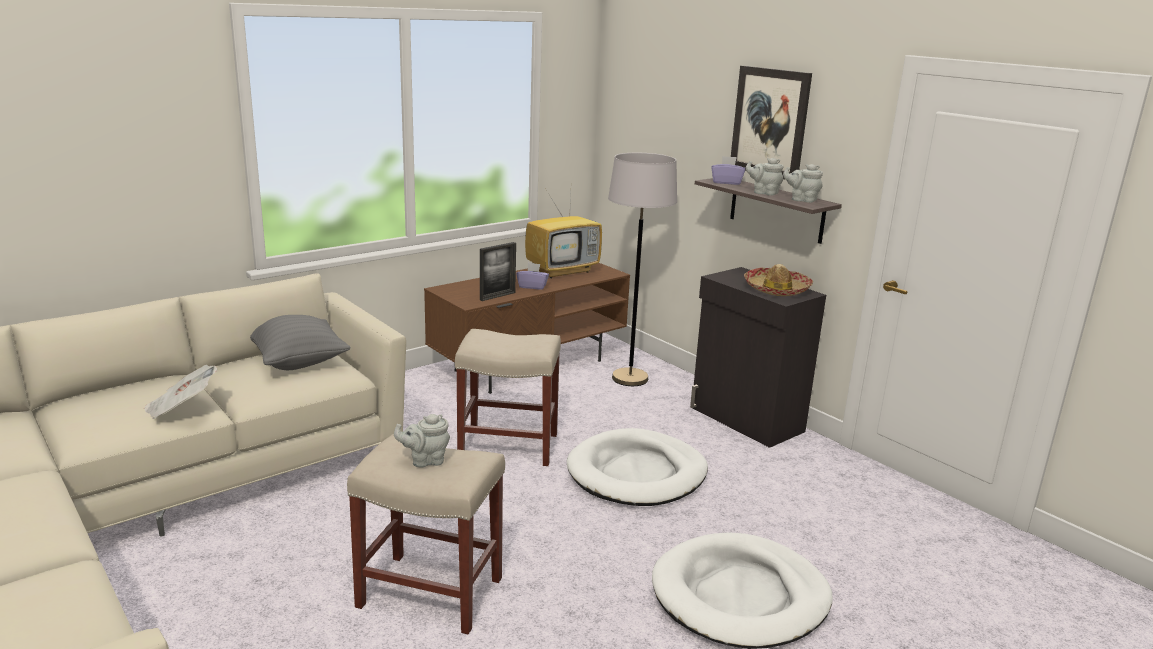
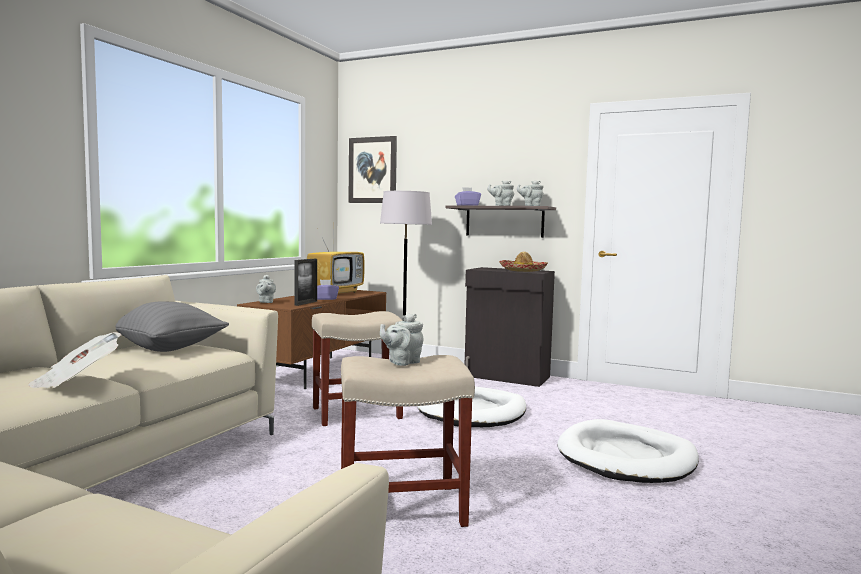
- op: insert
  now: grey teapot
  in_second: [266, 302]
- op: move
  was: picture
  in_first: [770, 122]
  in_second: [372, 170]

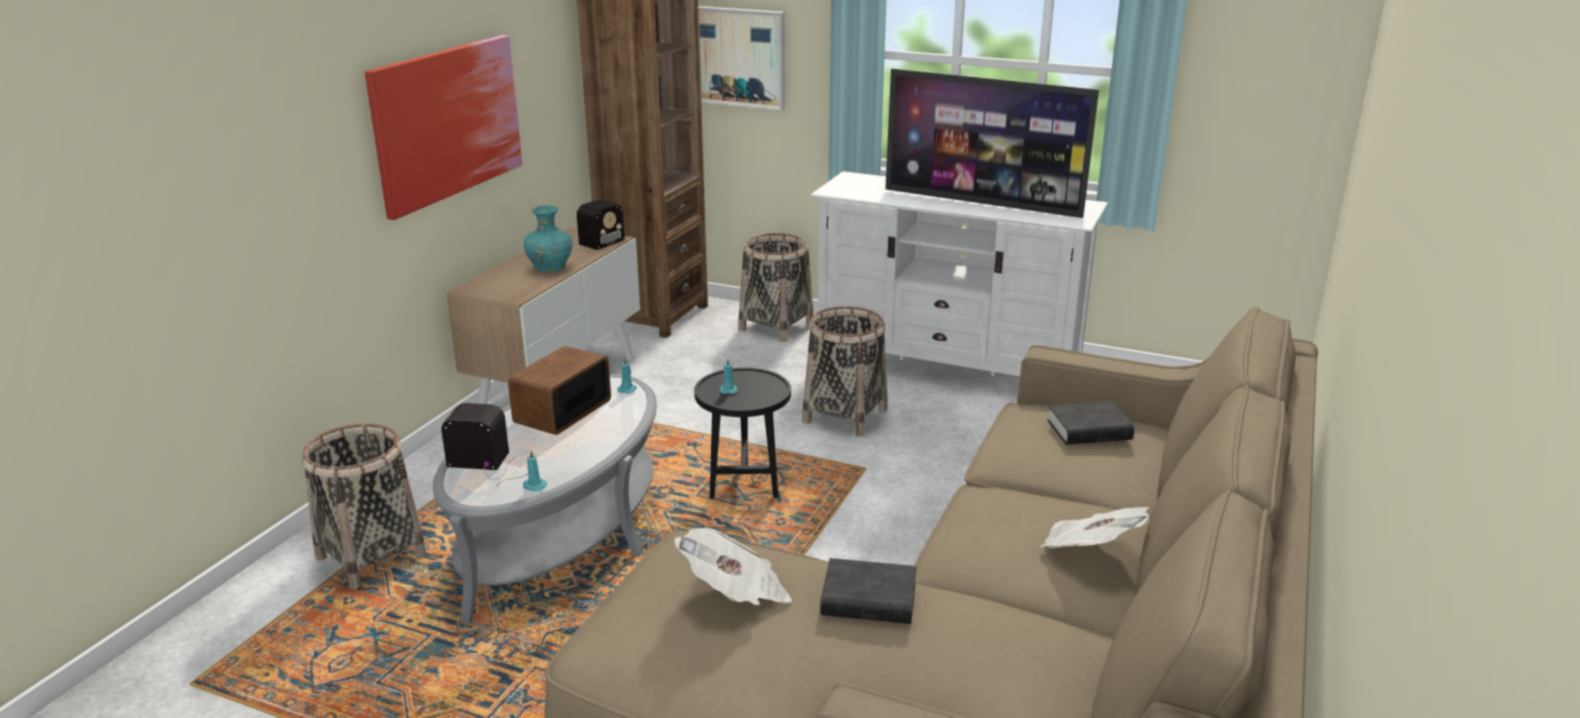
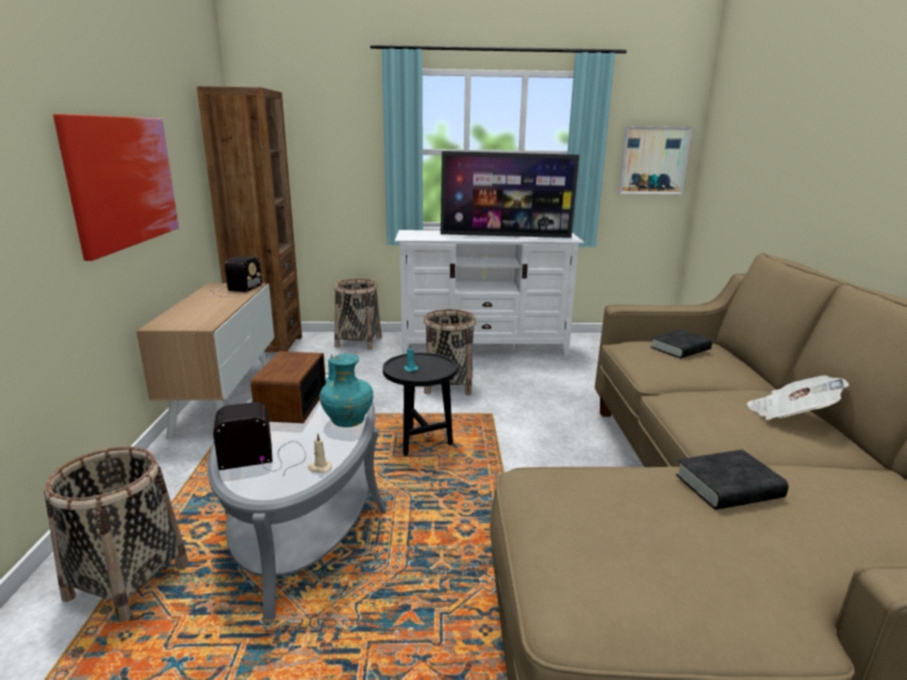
- op: delete
  was: newspaper
  in_first: [735, 593]
- op: move
  was: turquoise vase
  in_first: [550, 268]
  in_second: [347, 421]
- op: move
  was: picture
  in_first: [741, 57]
  in_second: [653, 160]
- op: recolor
  was: turquoise candle
  now: beige candle
  in_first: [534, 486]
  in_second: [319, 468]

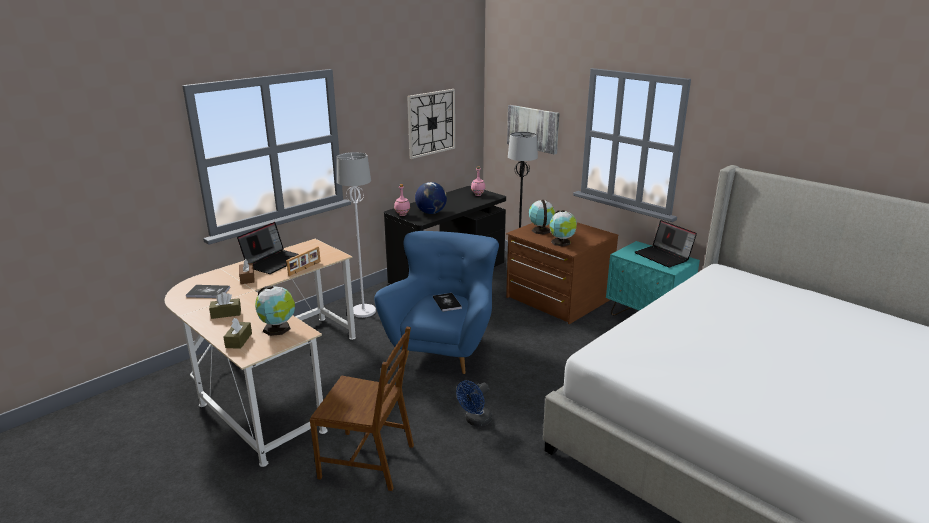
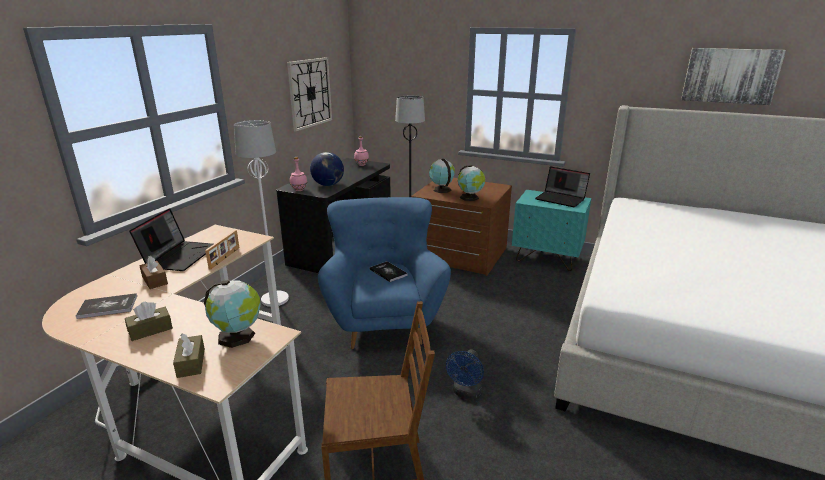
- op: move
  was: picture
  in_first: [533, 128]
  in_second: [730, 75]

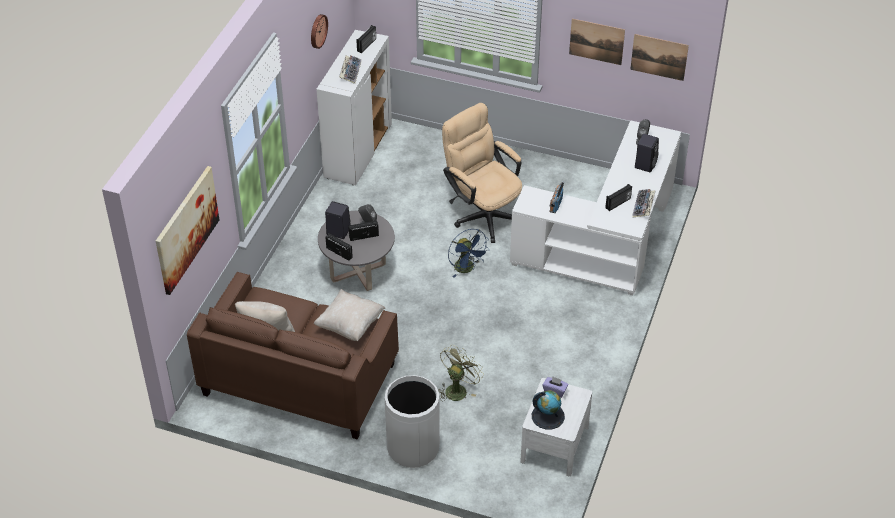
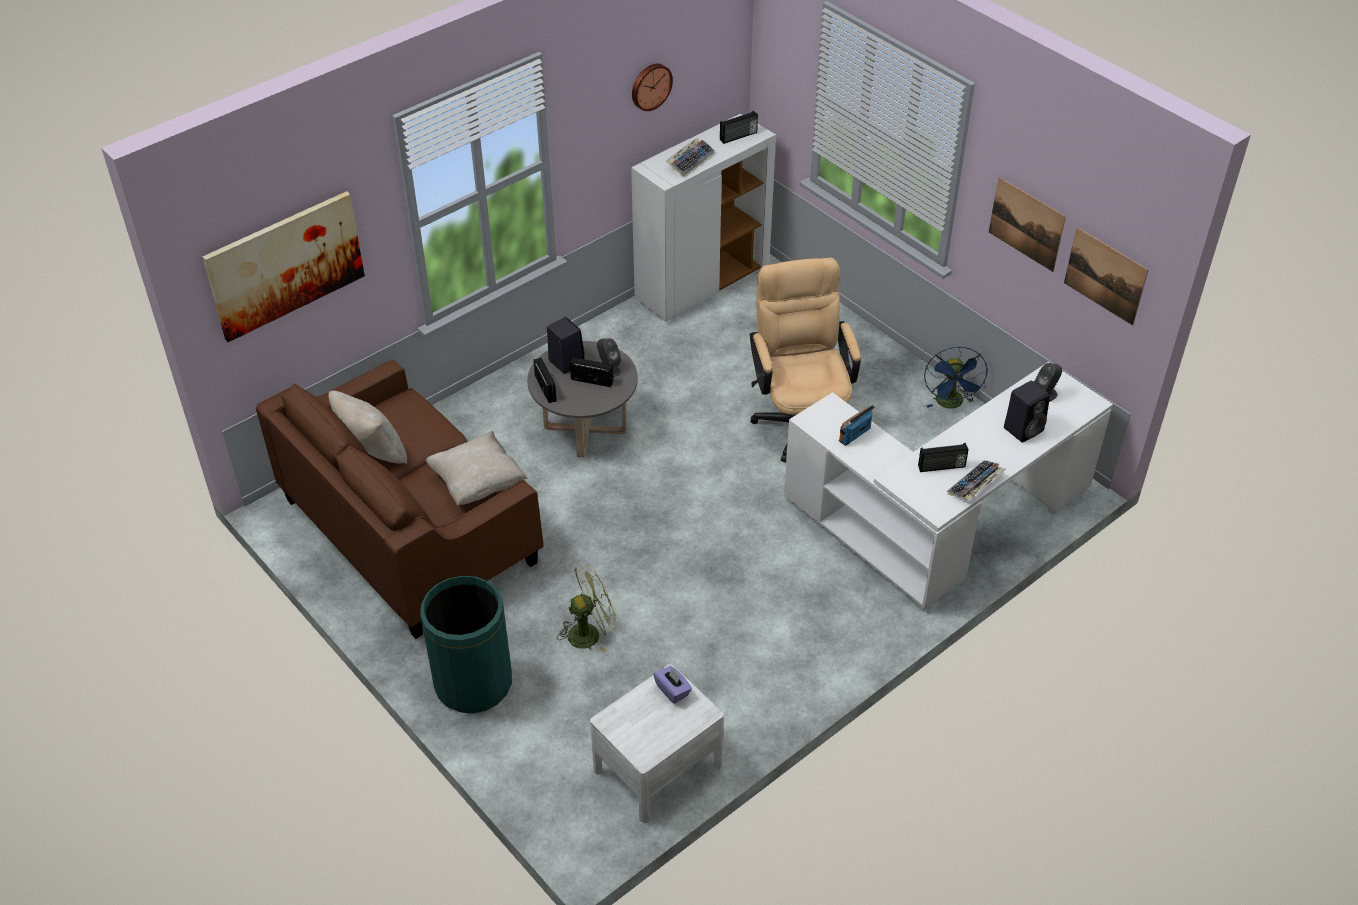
- op: delete
  was: globe
  in_first: [548, 416]
- op: move
  was: blue fan
  in_first: [467, 269]
  in_second: [951, 404]
- op: recolor
  was: white trash can
  now: green trash can
  in_first: [413, 448]
  in_second: [473, 683]

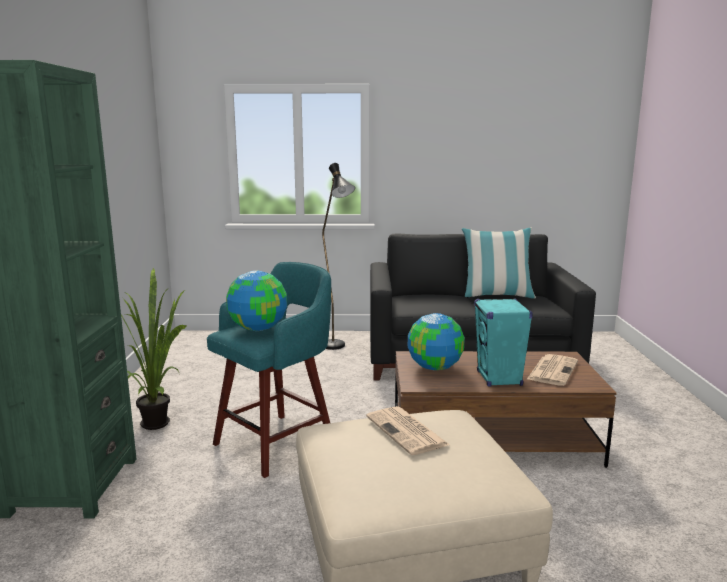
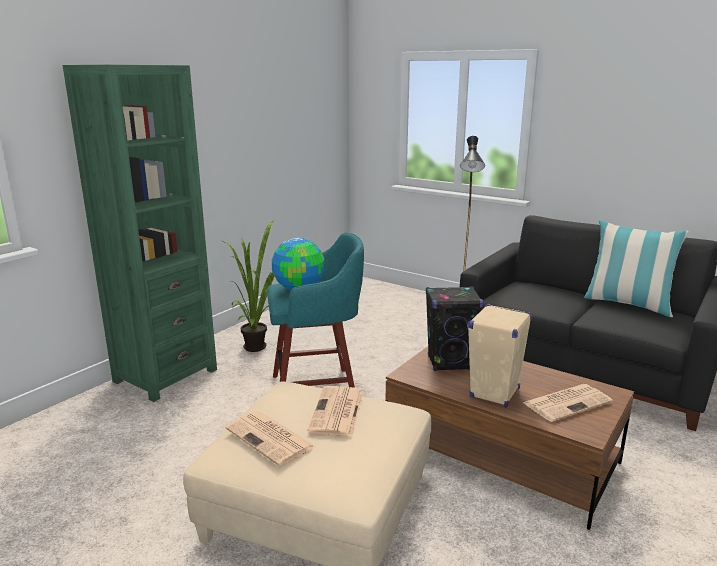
- op: insert
  now: newspaper
  in_second: [271, 438]
- op: replace
  was: globe
  now: black speaker
  in_first: [435, 367]
  in_second: [449, 363]
- op: recolor
  was: turquoise speaker
  now: beige speaker
  in_first: [499, 379]
  in_second: [494, 393]

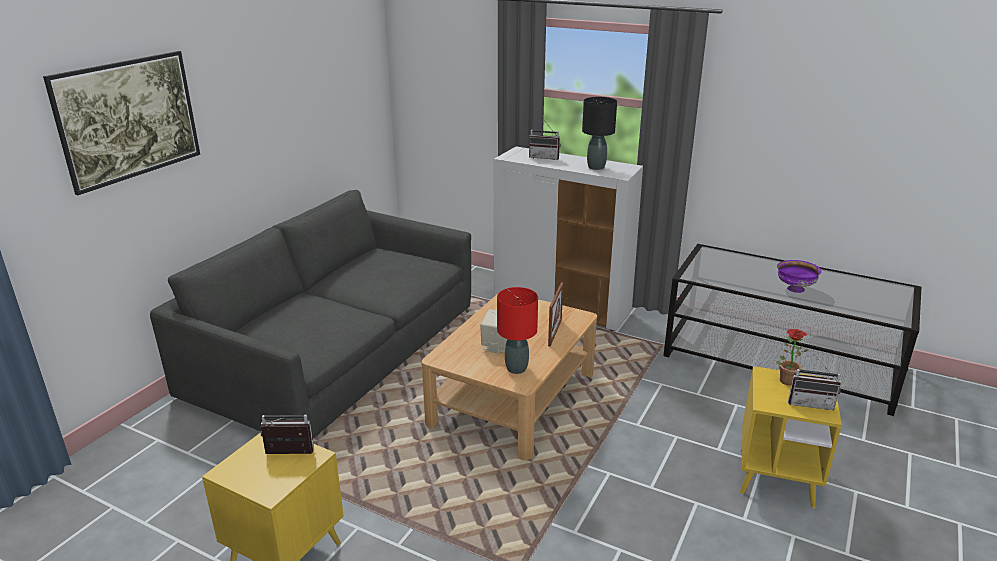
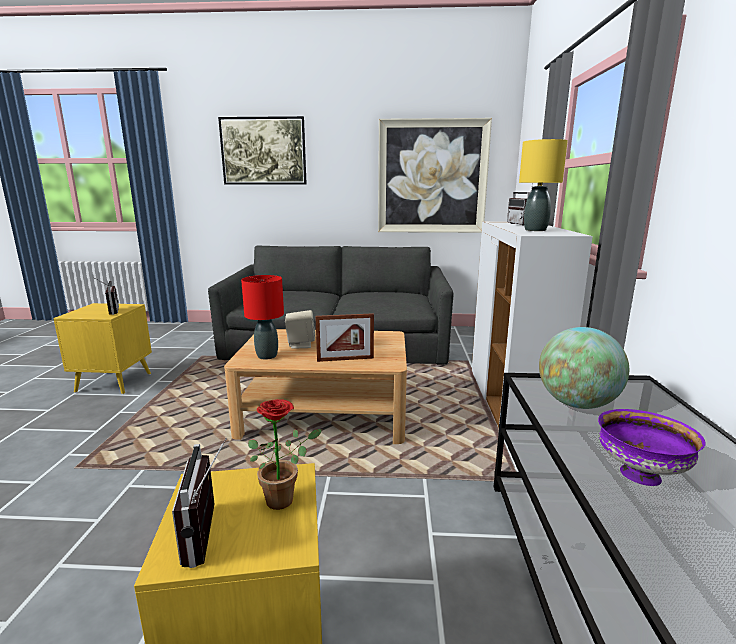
- op: insert
  now: picture
  in_second: [432, 177]
- op: insert
  now: globe
  in_second: [576, 404]
- op: recolor
  was: black table lamp
  now: yellow table lamp
  in_first: [596, 167]
  in_second: [535, 230]

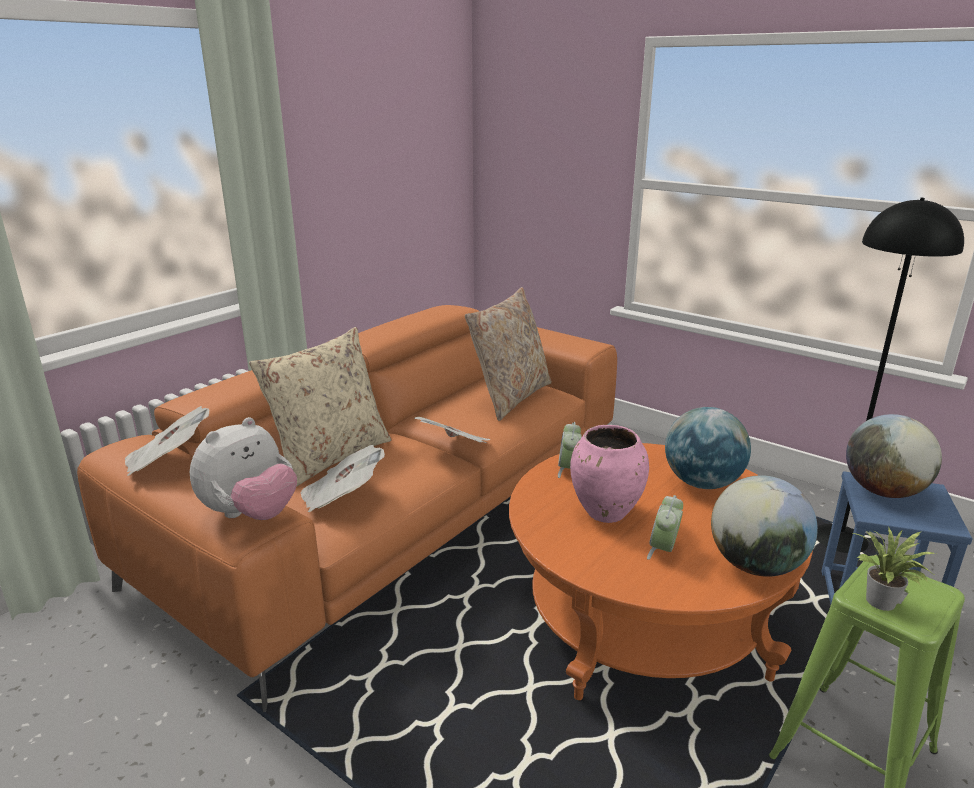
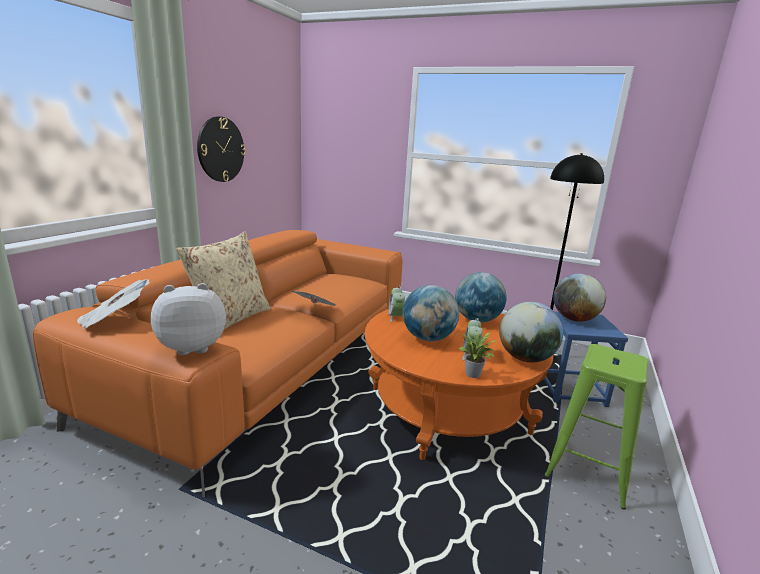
- op: delete
  was: newspaper
  in_first: [342, 497]
- op: delete
  was: beige pillow
  in_first: [510, 397]
- op: insert
  now: wall clock
  in_second: [221, 149]
- op: move
  was: potted plant
  in_first: [881, 604]
  in_second: [473, 375]
- op: replace
  was: pink vase
  now: globe
  in_first: [606, 513]
  in_second: [428, 338]
- op: rotate
  was: plush toy
  in_first: [251, 514]
  in_second: [193, 347]
  clockwise: -135

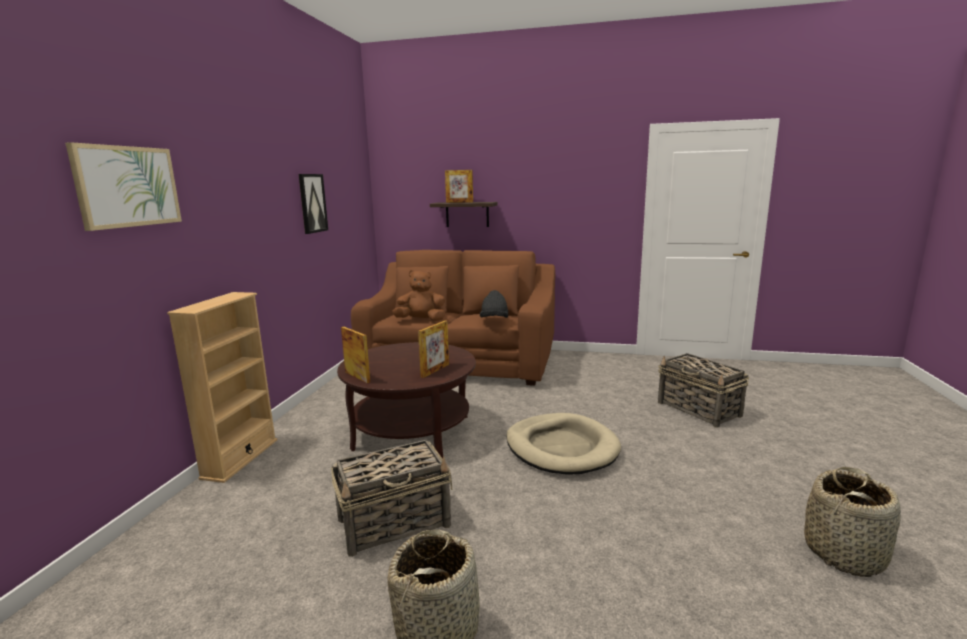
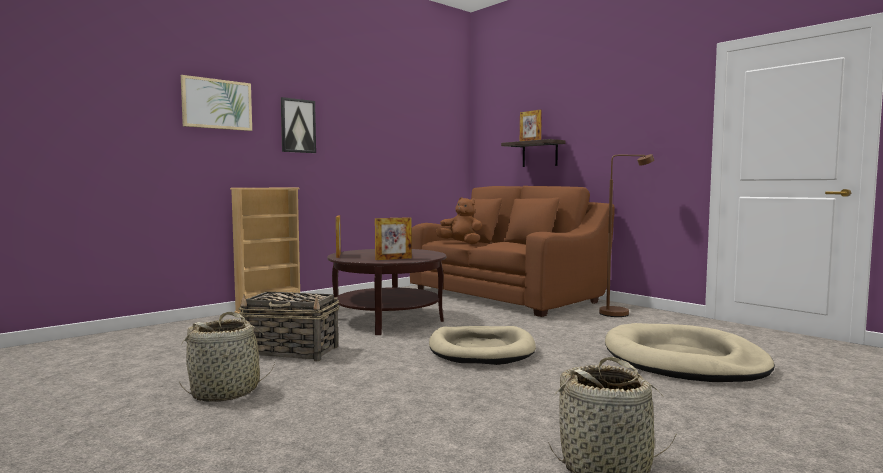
- op: delete
  was: black hat
  in_first: [494, 320]
- op: insert
  now: brown floor lamp
  in_second: [621, 313]
- op: move
  was: picture
  in_first: [312, 203]
  in_second: [298, 126]
- op: replace
  was: basket
  now: beige dog bed
  in_first: [699, 410]
  in_second: [683, 360]

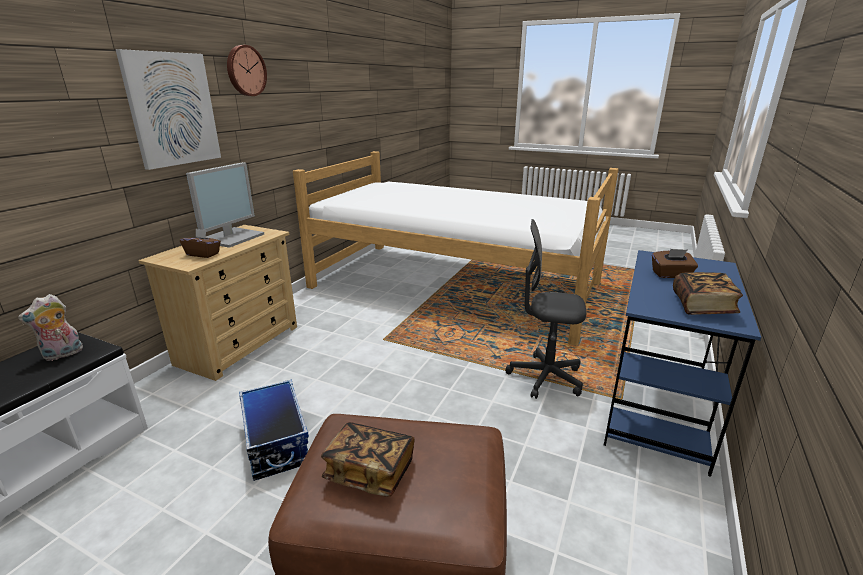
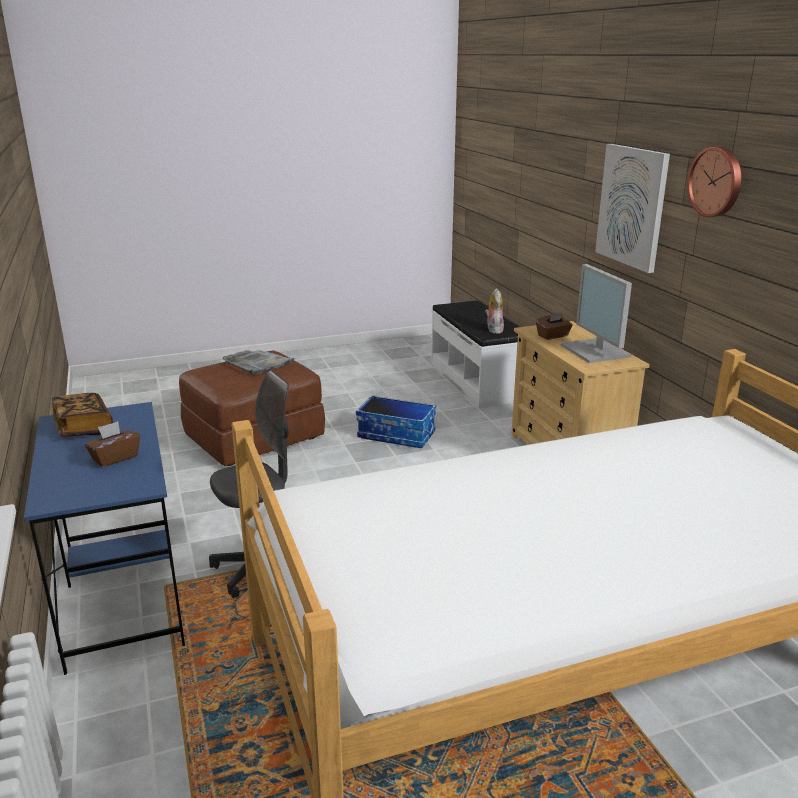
- op: replace
  was: book
  now: grey tray
  in_first: [370, 471]
  in_second: [258, 363]

